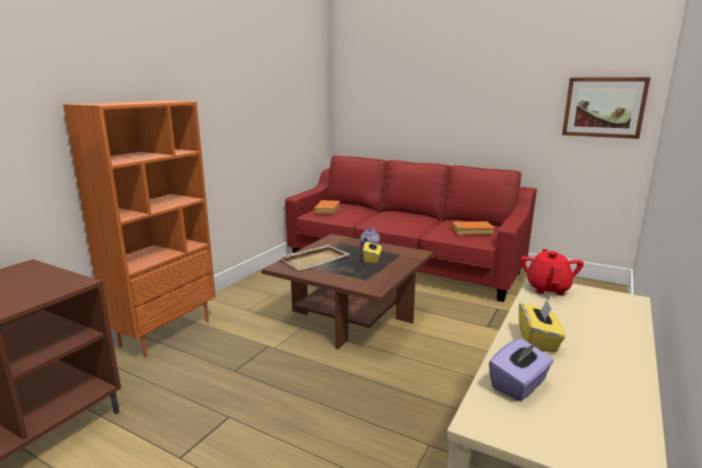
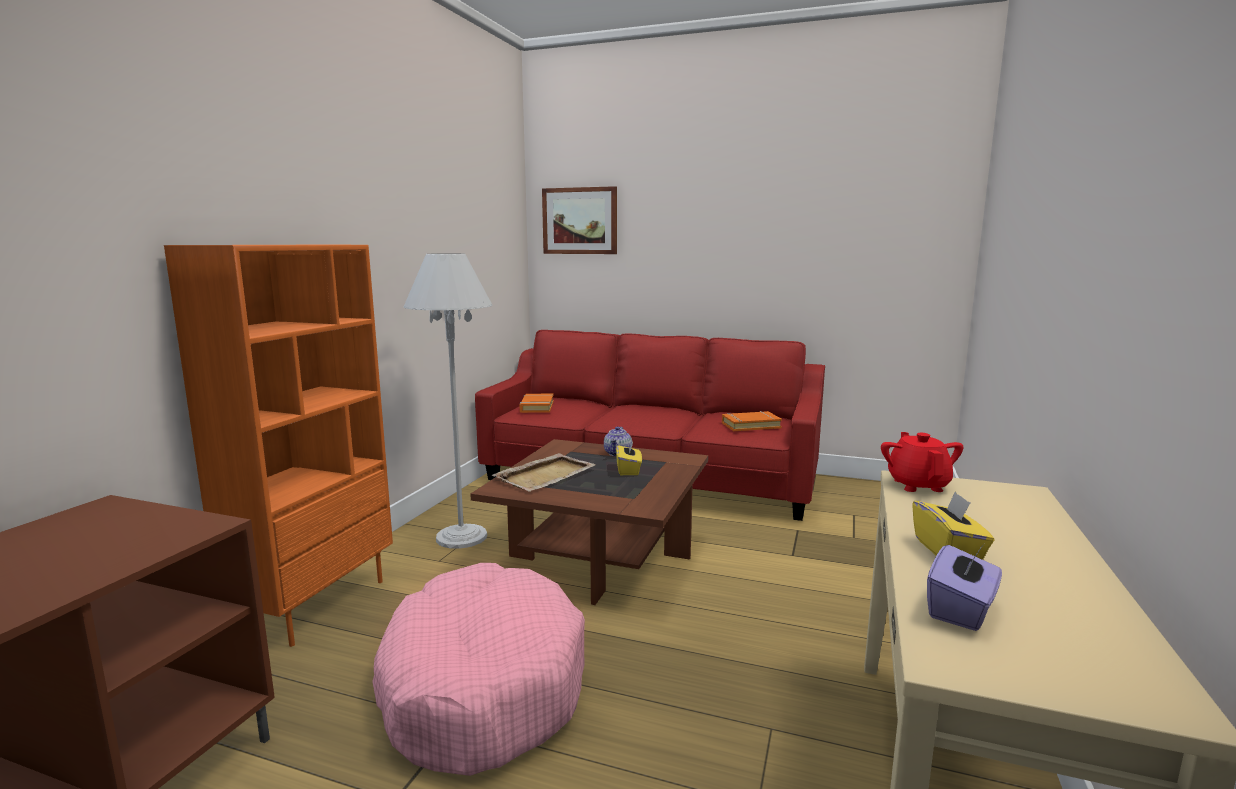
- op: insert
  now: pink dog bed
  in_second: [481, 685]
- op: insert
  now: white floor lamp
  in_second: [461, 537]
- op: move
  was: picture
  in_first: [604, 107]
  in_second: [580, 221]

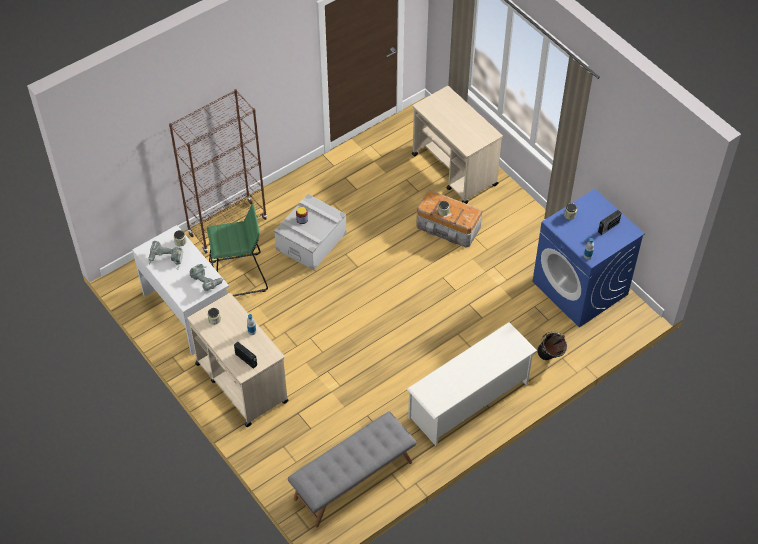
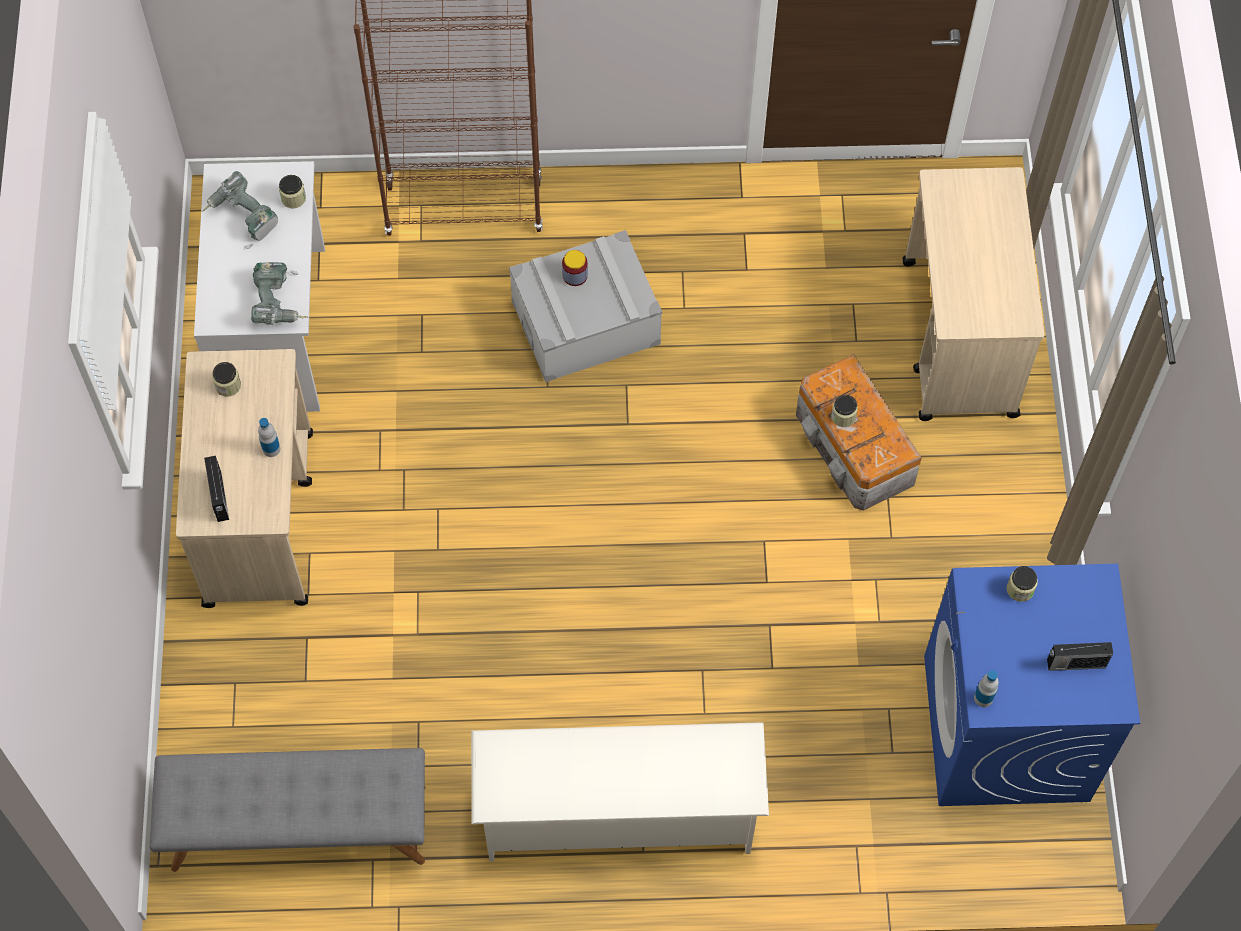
- op: delete
  was: green stool
  in_first: [238, 276]
- op: delete
  was: black bucket
  in_first: [550, 357]

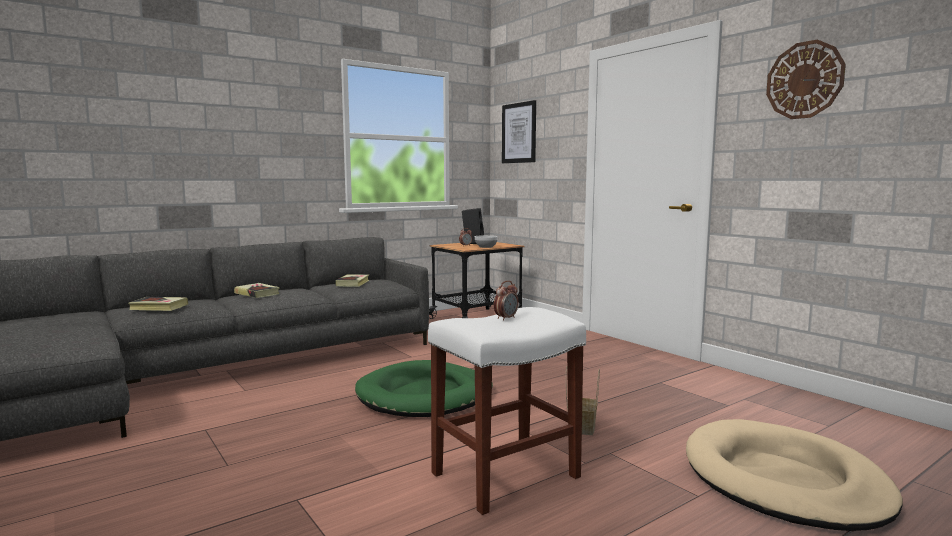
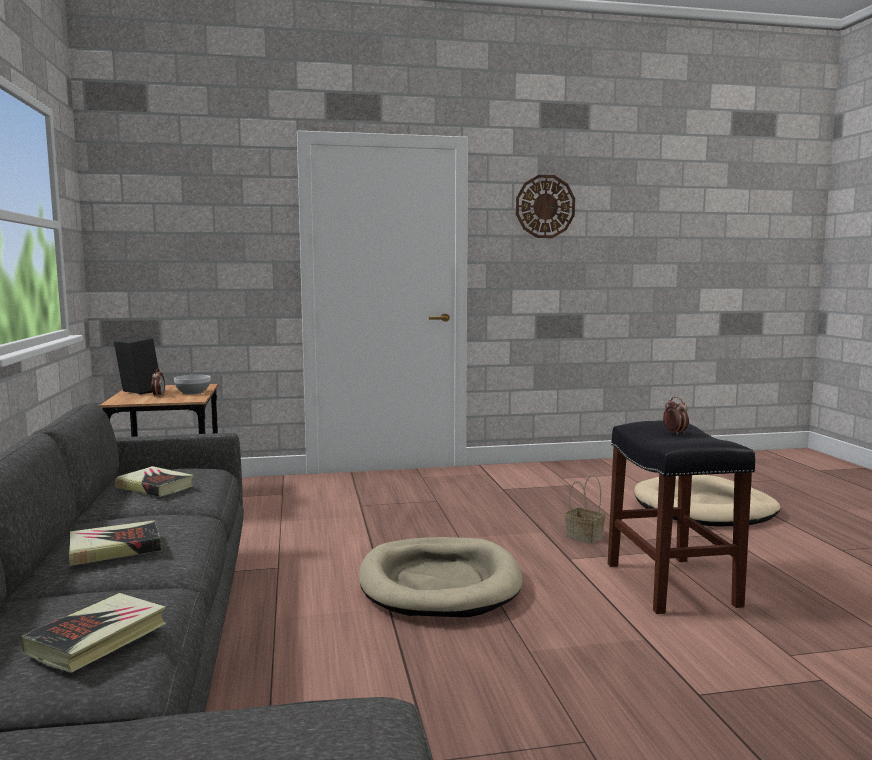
- op: delete
  was: picture
  in_first: [519, 133]
- op: recolor
  was: green dog bed
  now: beige dog bed
  in_first: [425, 395]
  in_second: [439, 583]
- op: recolor
  was: white stool
  now: black stool
  in_first: [506, 474]
  in_second: [669, 583]

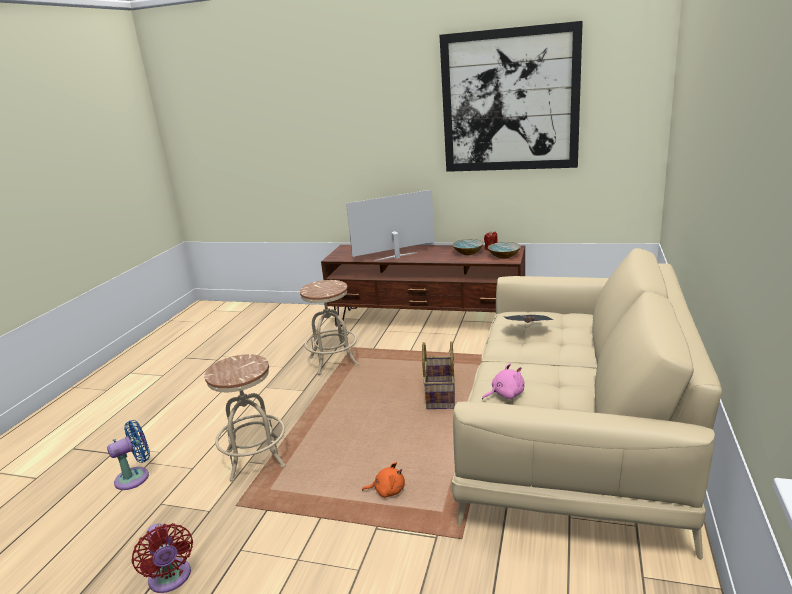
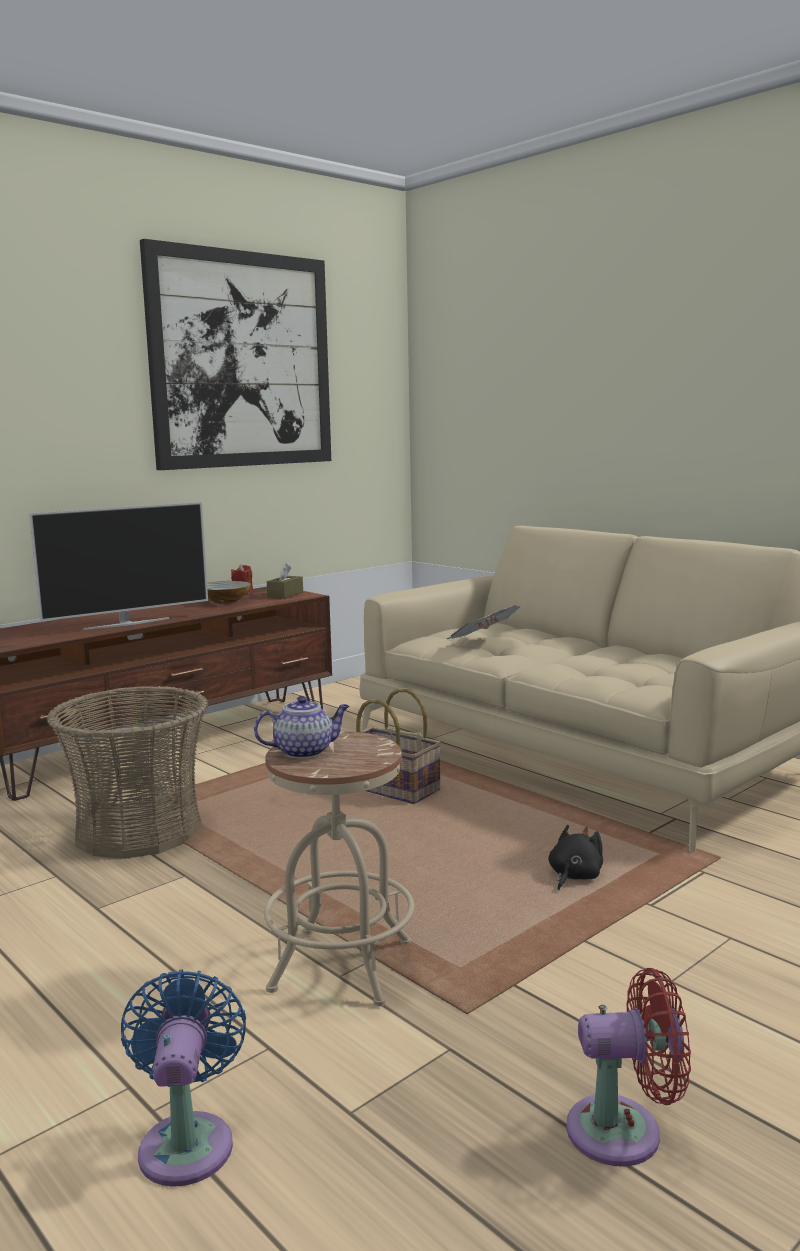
- op: delete
  was: pink plush toy
  in_first: [505, 394]
- op: insert
  now: teapot
  in_second: [304, 751]
- op: replace
  was: beige stool
  now: basket
  in_first: [333, 361]
  in_second: [138, 830]
- op: replace
  was: bowl
  now: brown tissue box
  in_first: [504, 256]
  in_second: [285, 594]
- op: recolor
  was: orange plush toy
  now: black plush toy
  in_first: [387, 490]
  in_second: [574, 877]
- op: rotate
  was: television
  in_first: [396, 257]
  in_second: [126, 623]
  clockwise: -135

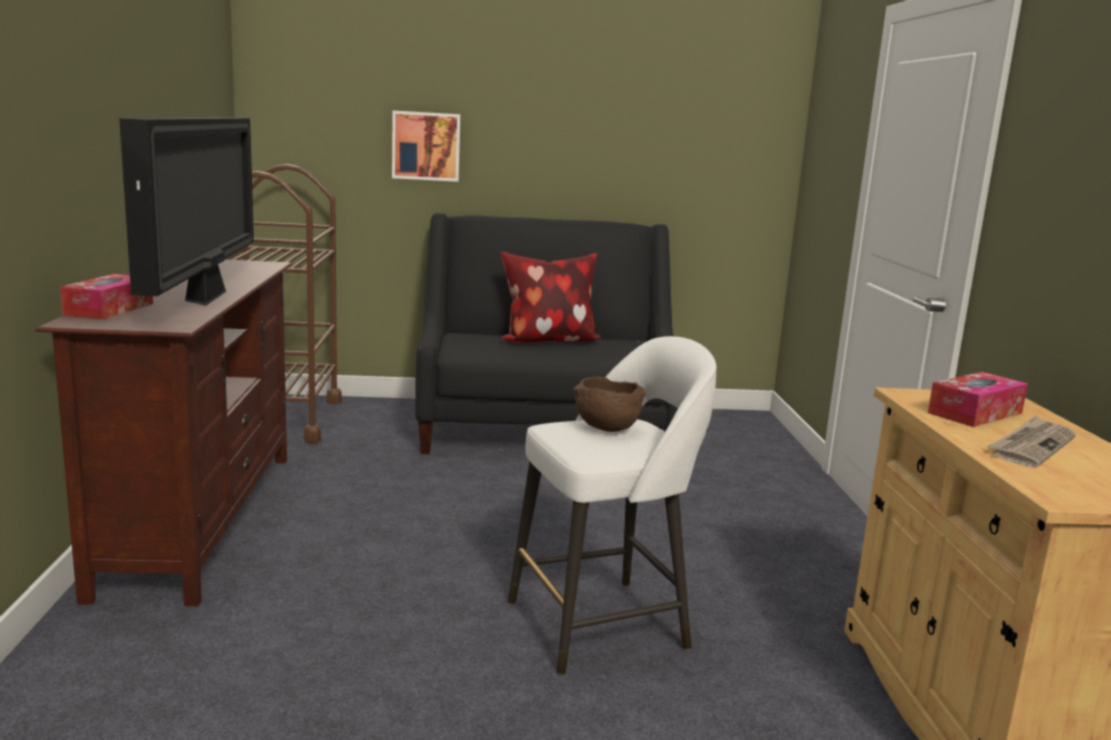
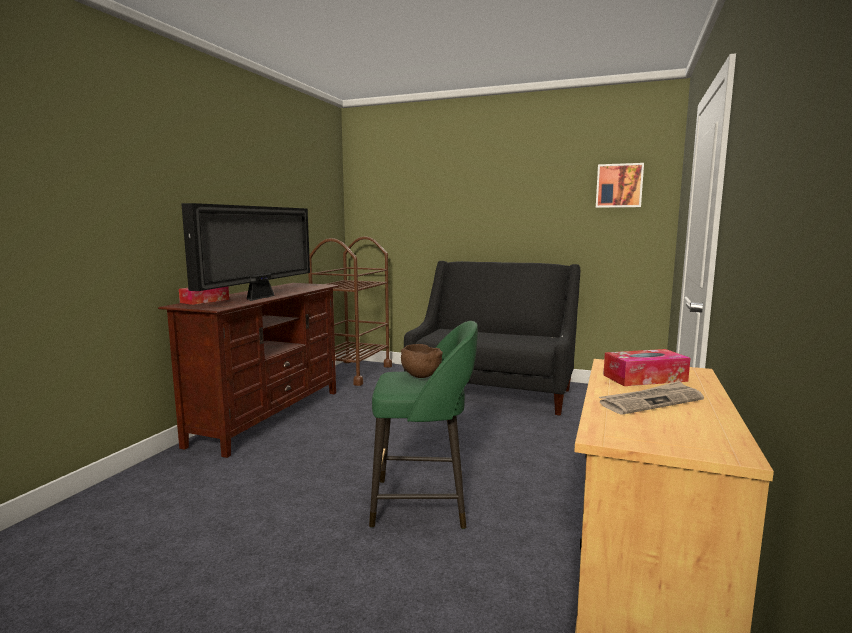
- op: delete
  was: pillow
  in_first: [547, 341]
- op: move
  was: picture
  in_first: [426, 146]
  in_second: [619, 185]
- op: recolor
  was: white stool
  now: green stool
  in_first: [602, 623]
  in_second: [423, 503]

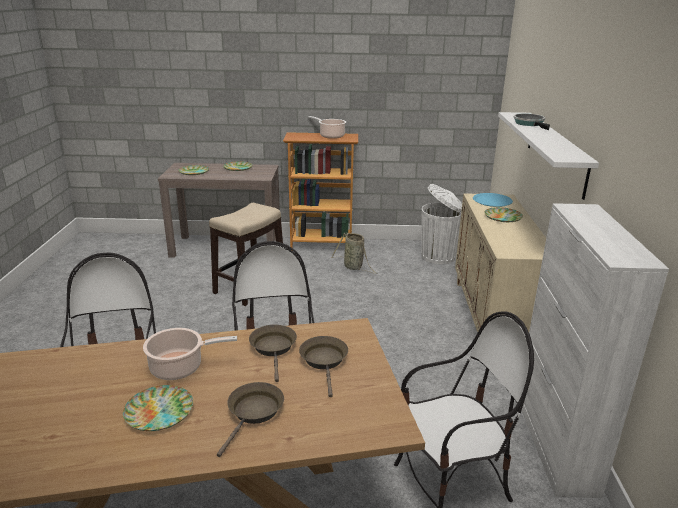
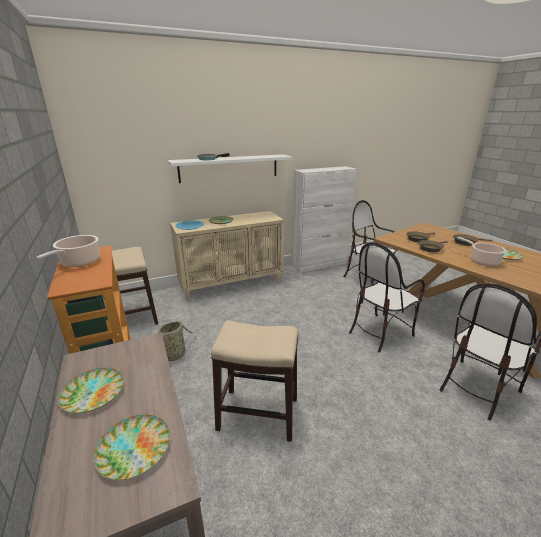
- op: replace
  was: white trash can
  now: stool
  in_first: [439, 257]
  in_second: [137, 315]

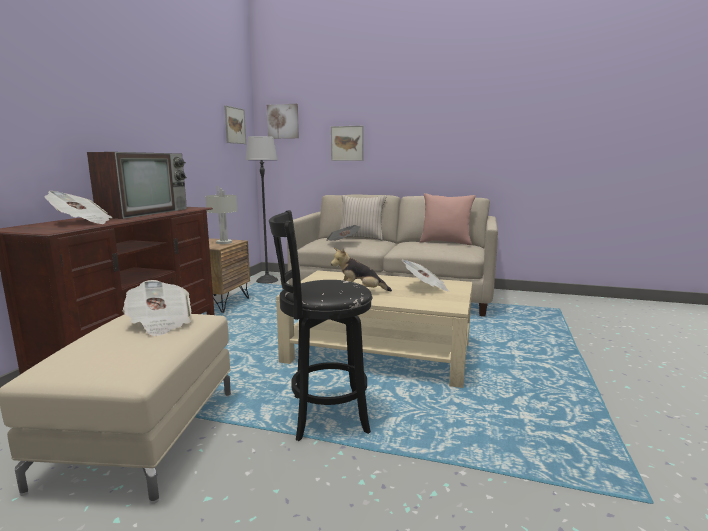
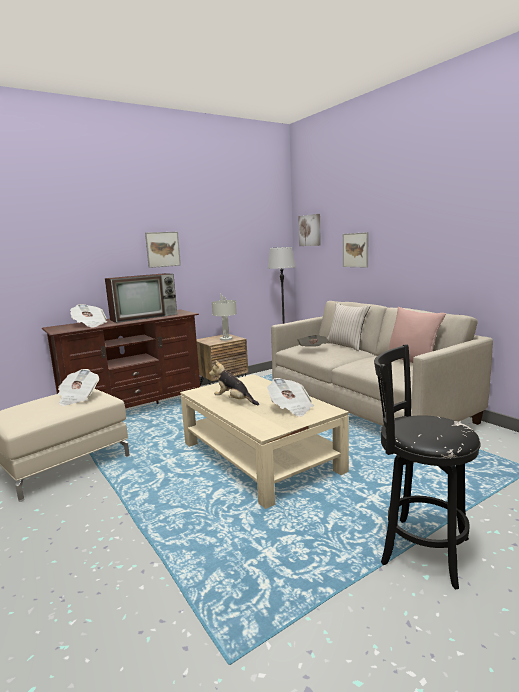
- op: move
  was: picture
  in_first: [235, 125]
  in_second: [163, 249]
- op: move
  was: black stool
  in_first: [324, 415]
  in_second: [419, 549]

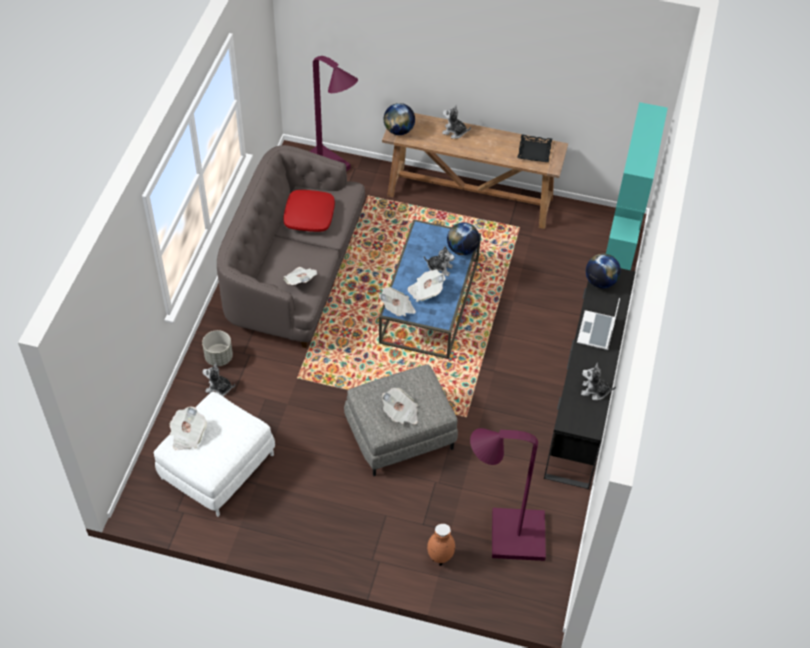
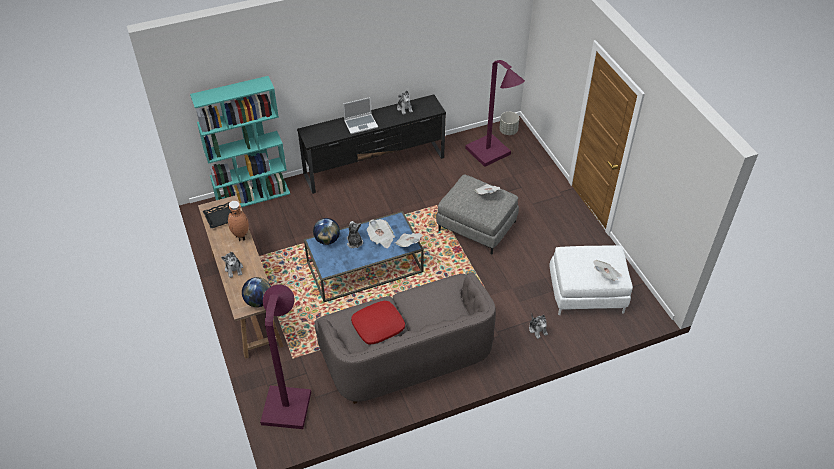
- op: delete
  was: newspaper
  in_first: [300, 281]
- op: delete
  was: globe
  in_first: [600, 282]
- op: move
  was: grey planter
  in_first: [219, 357]
  in_second: [508, 131]
- op: move
  was: brown vase
  in_first: [440, 560]
  in_second: [241, 237]

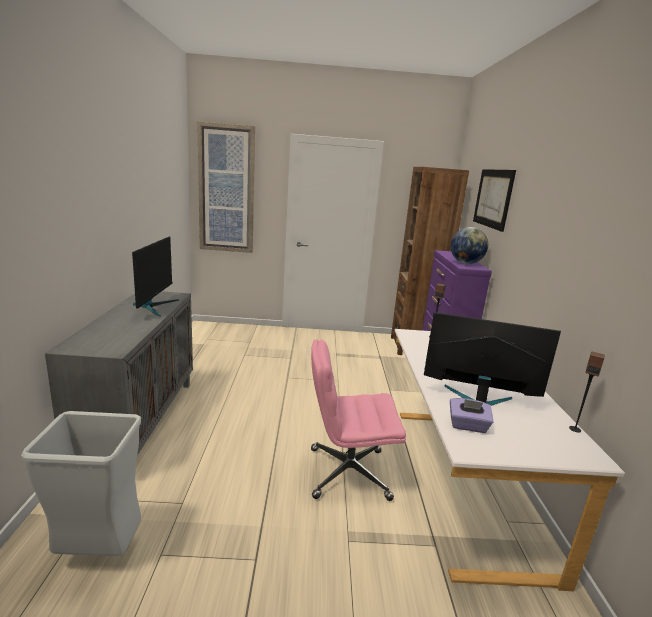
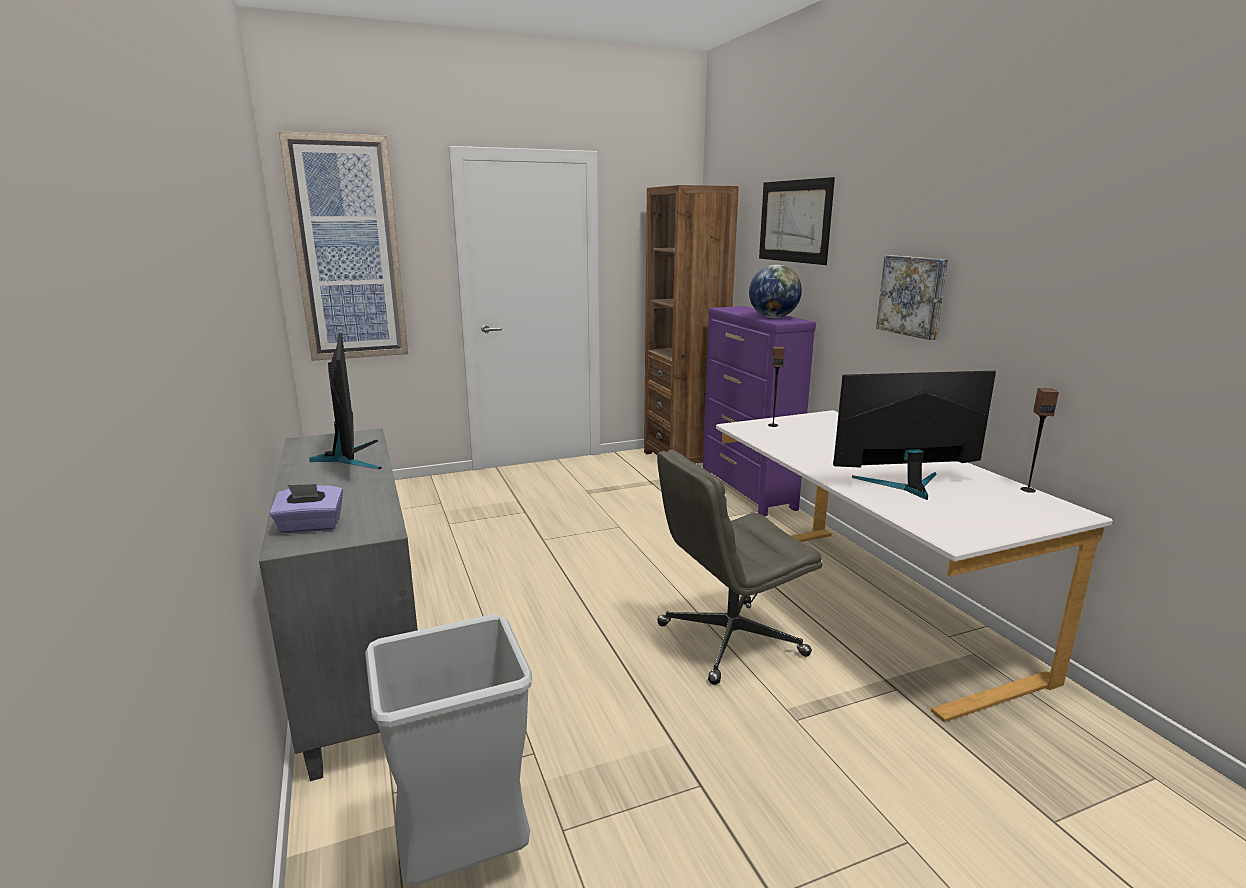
- op: insert
  now: picture
  in_second: [913, 296]
- op: move
  was: purple tissue box
  in_first: [468, 426]
  in_second: [310, 526]
- op: recolor
  was: pink office chair
  now: grey office chair
  in_first: [347, 473]
  in_second: [729, 640]

